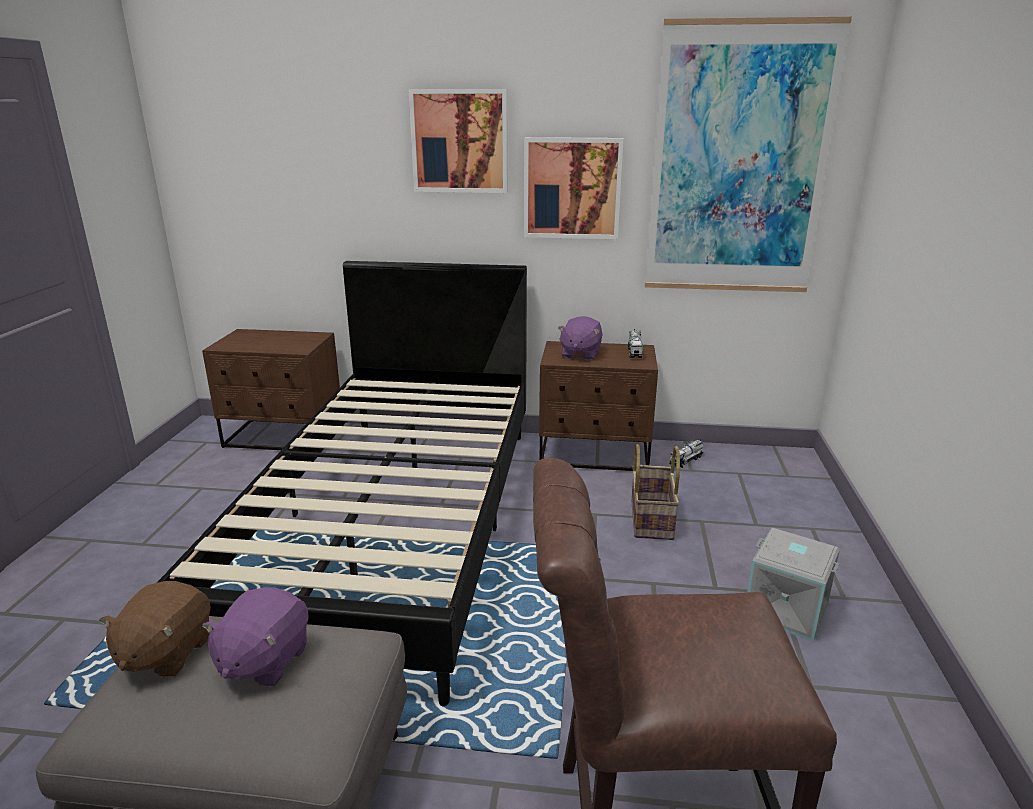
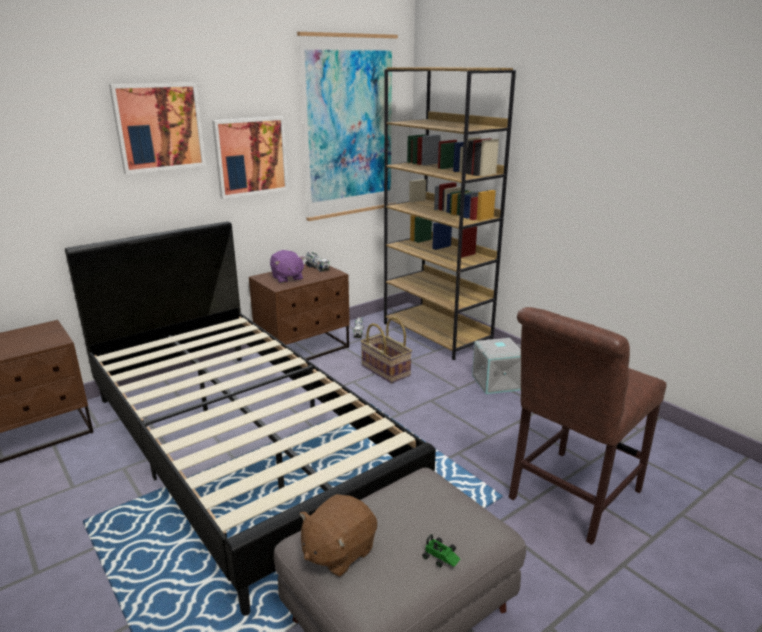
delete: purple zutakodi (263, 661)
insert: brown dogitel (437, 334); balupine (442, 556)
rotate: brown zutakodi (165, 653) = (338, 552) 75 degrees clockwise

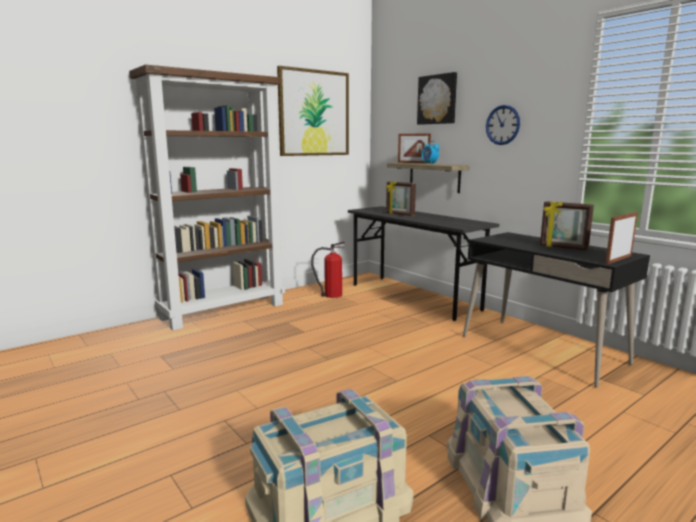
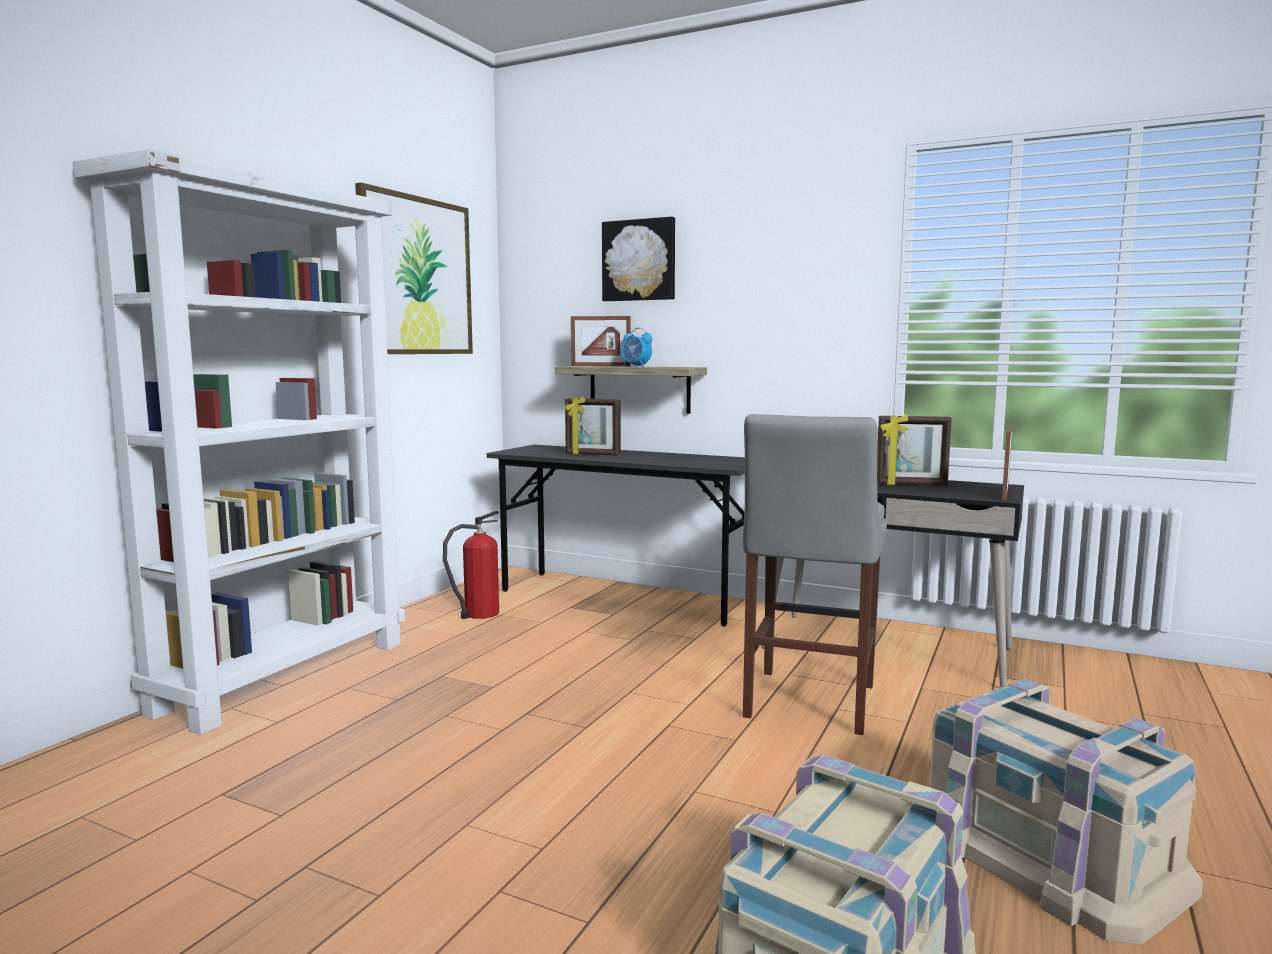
delete: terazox (502, 125)
insert: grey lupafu (807, 704)
recolor: brown dogitel (224, 311) to white dogitel (285, 675)

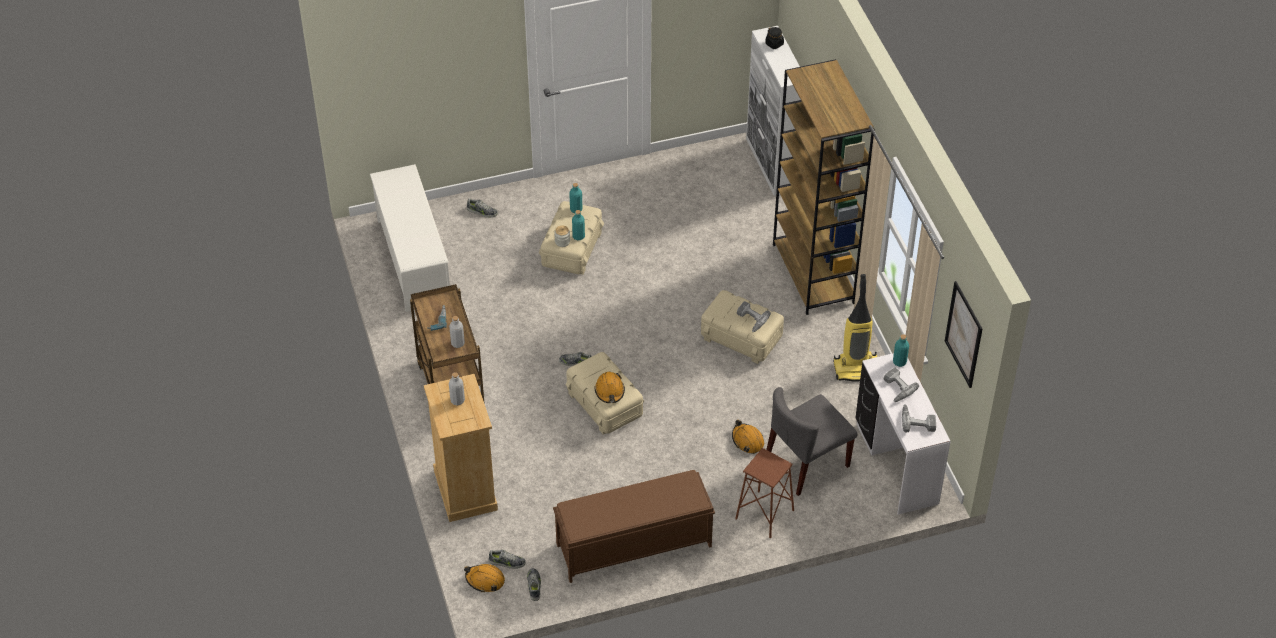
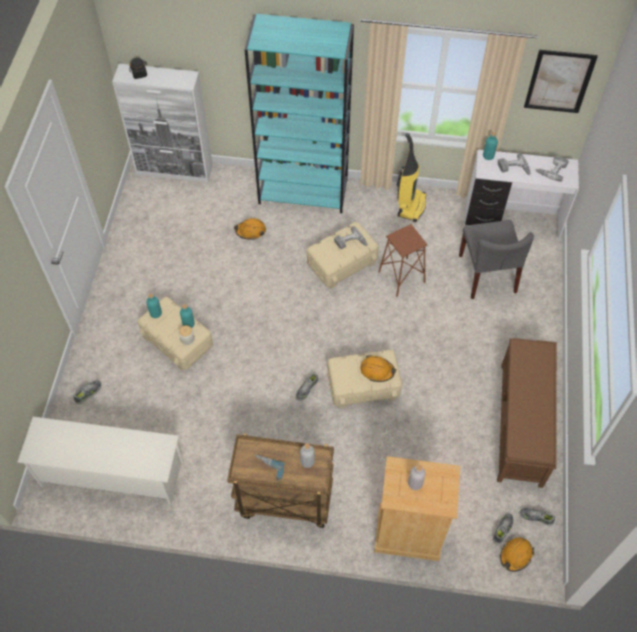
move: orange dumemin (747, 440) to (250, 231); brown lupafu (764, 514) to (402, 277)
recolor: brown dogitel (814, 274) to turquoise dogitel (304, 191)

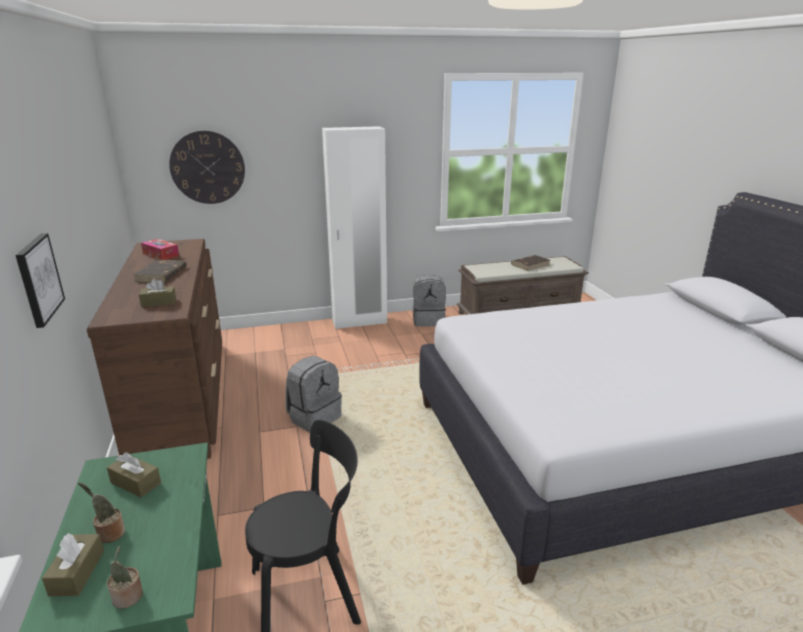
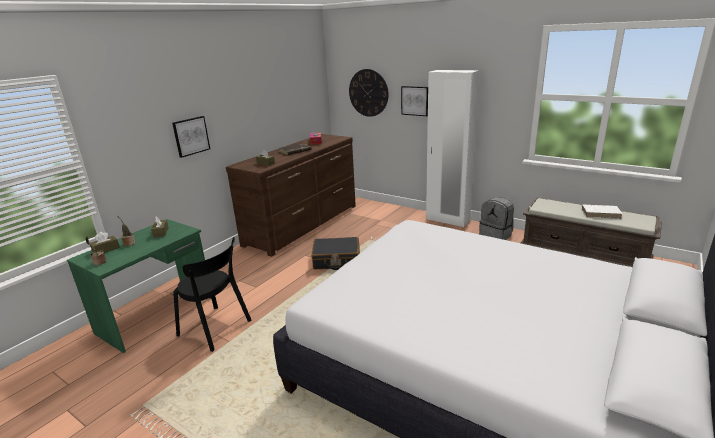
insert: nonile (415, 100)
replace: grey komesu (314, 417) to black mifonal (336, 260)
recolor: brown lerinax (530, 264) to white lerinax (601, 213)

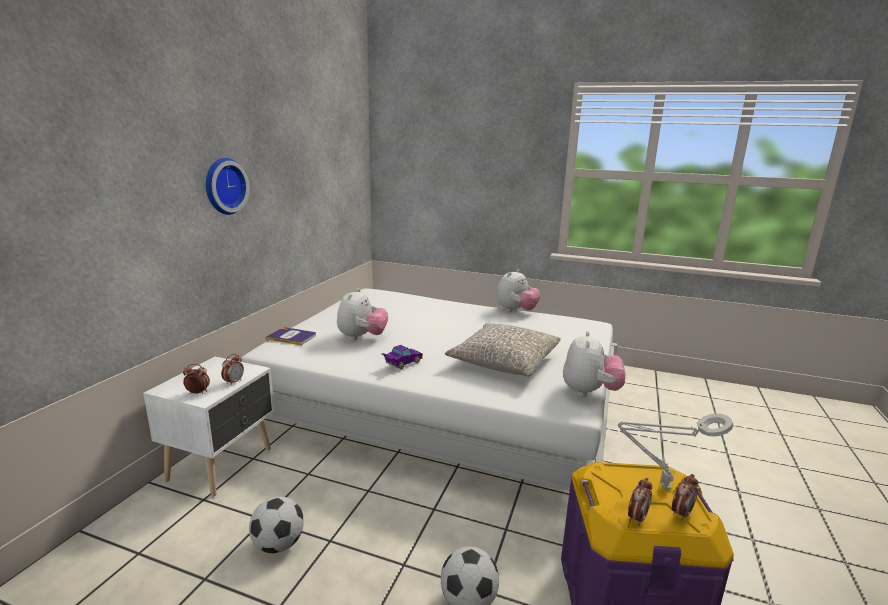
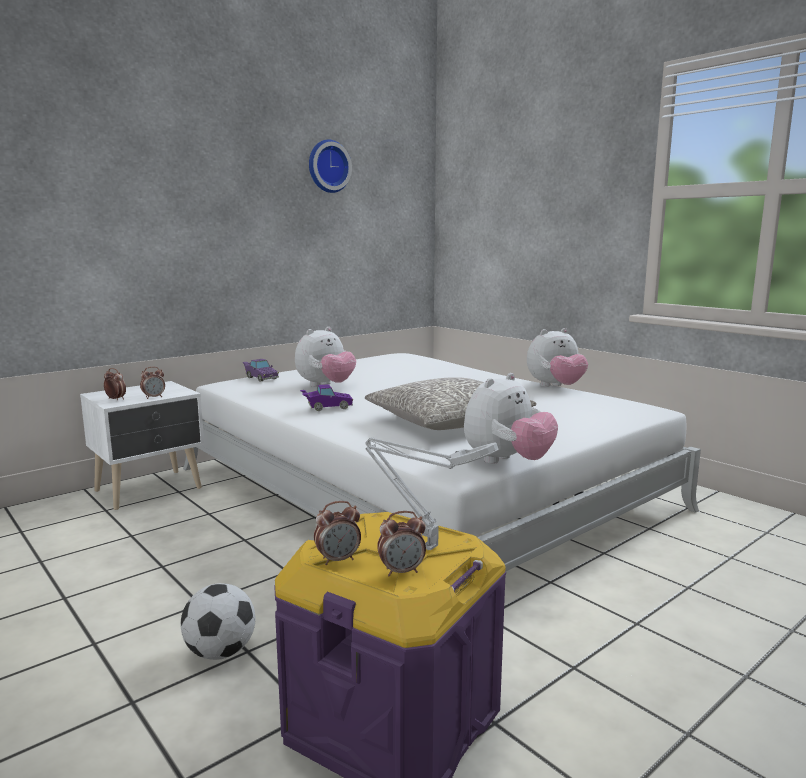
delete: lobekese (278, 545)
move: terazox (223, 186) to (327, 166)
replace: lerinax (291, 337) to purple balupine (260, 378)

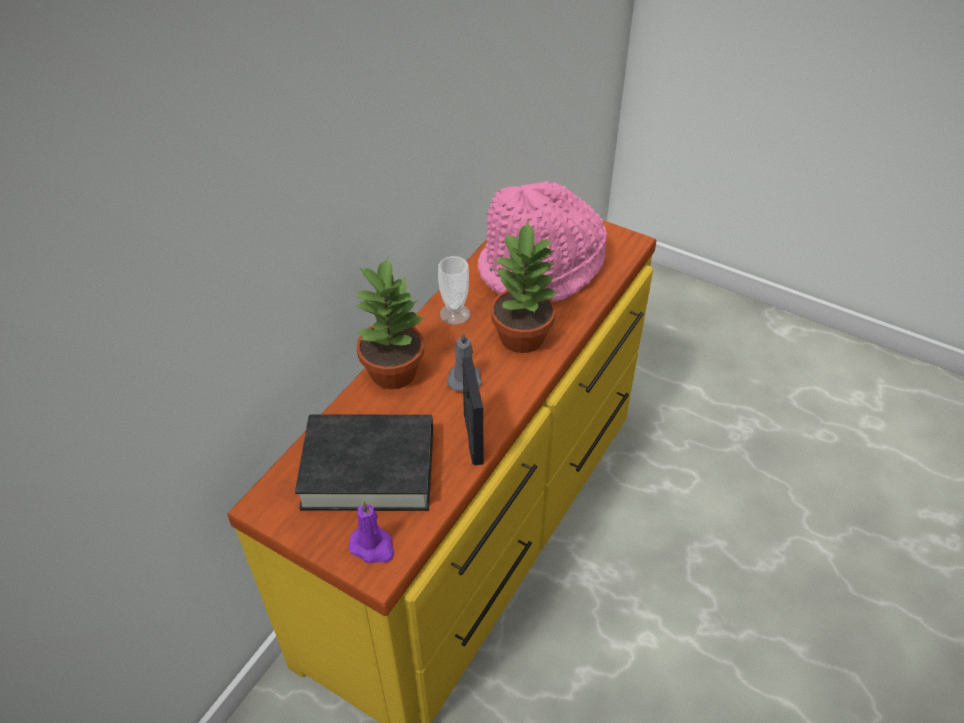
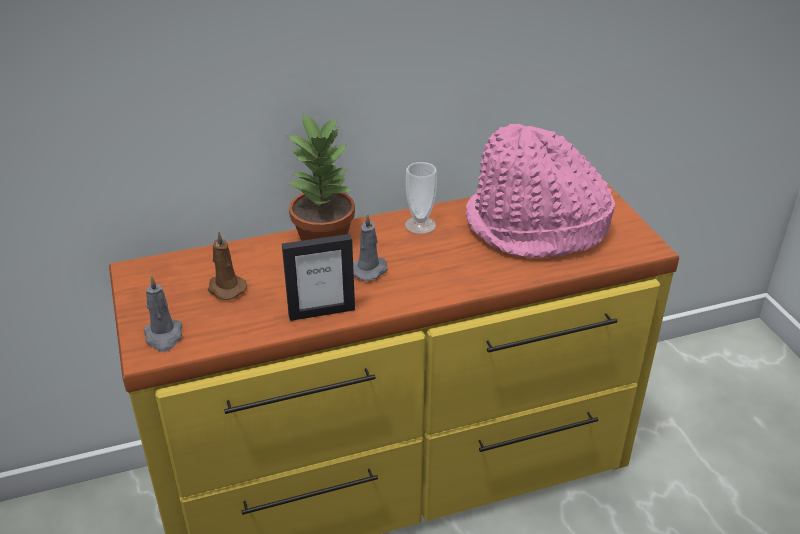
delete: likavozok (523, 336)
replace: black lerinax (369, 468) to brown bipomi (225, 288)
recolor: purple bipomi (373, 546) to grey bipomi (164, 336)
rotate: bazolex (472, 439) = (321, 312) 45 degrees clockwise

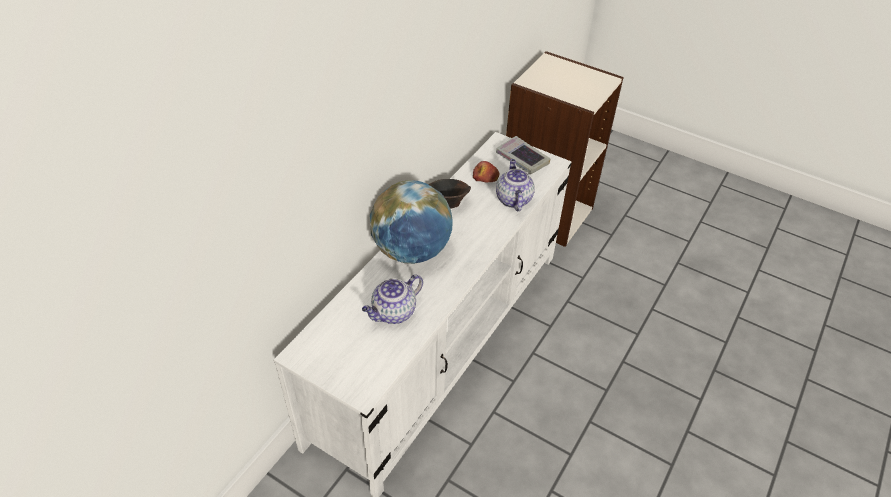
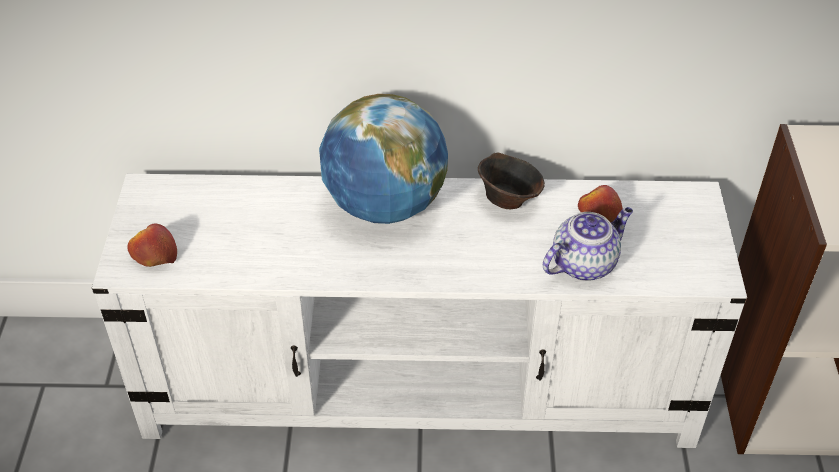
delete: lerinax (522, 159); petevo (393, 313)
insert: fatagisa (154, 254)

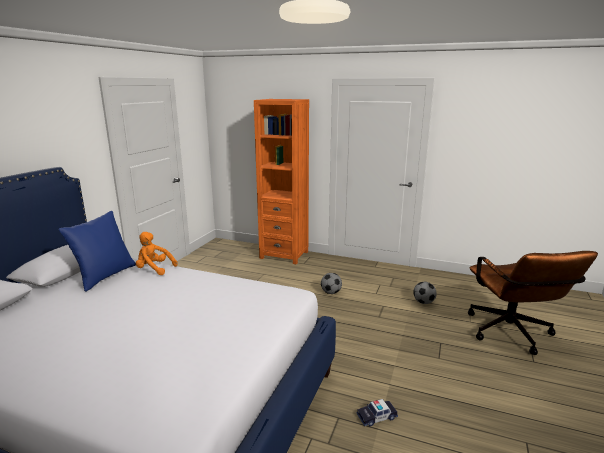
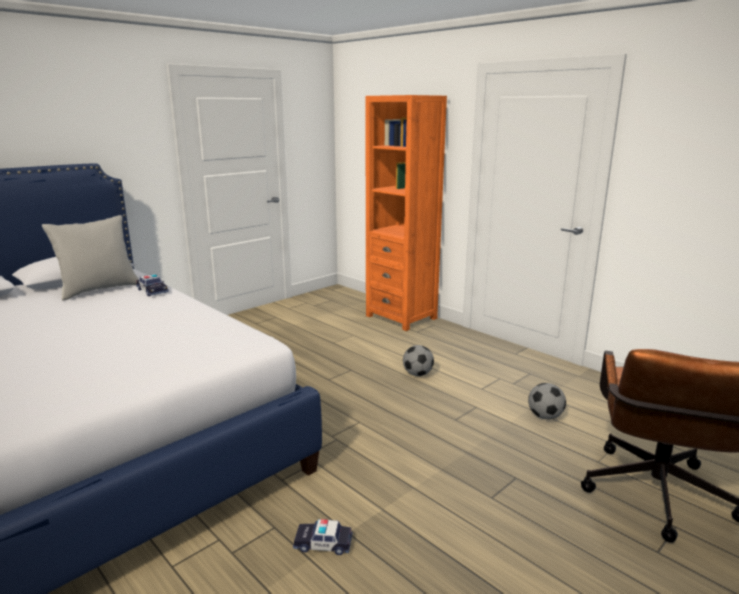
replace: orange zutakodi (154, 269) to balupine (152, 291)
recolor: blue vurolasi (105, 276) to grey vurolasi (99, 290)

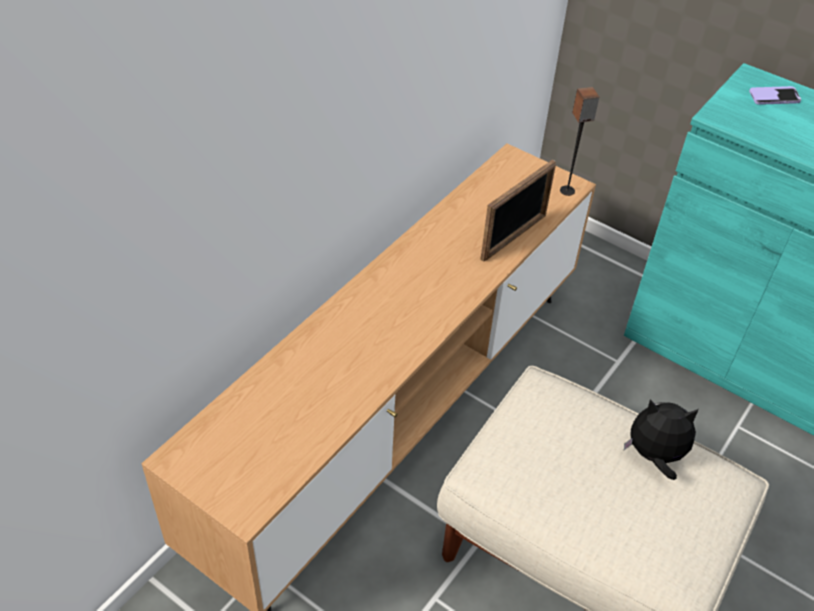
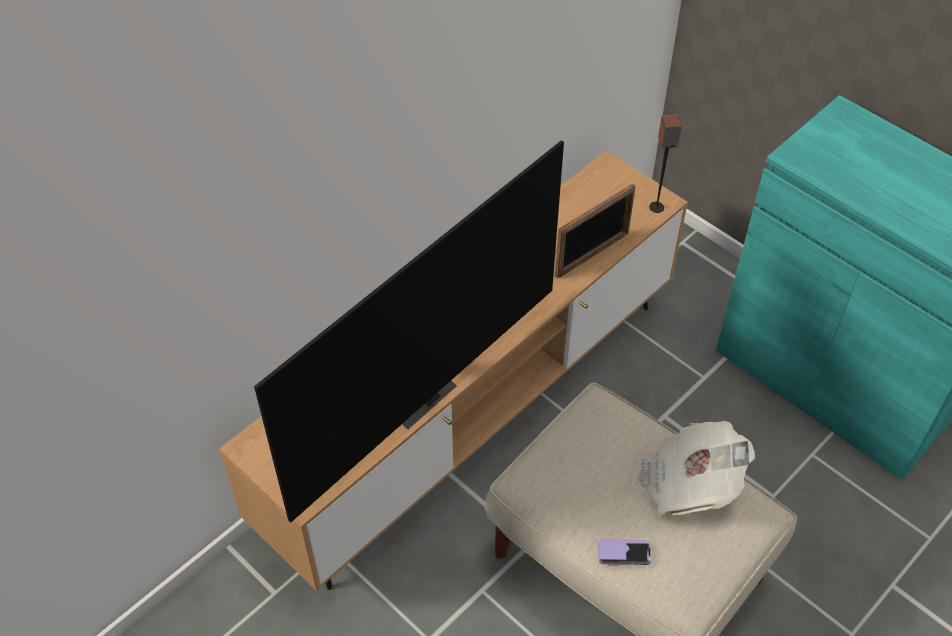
insert: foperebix (416, 393)
move: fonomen (774, 97) to (624, 553)
replace: zutakodi (654, 456) to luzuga (687, 482)

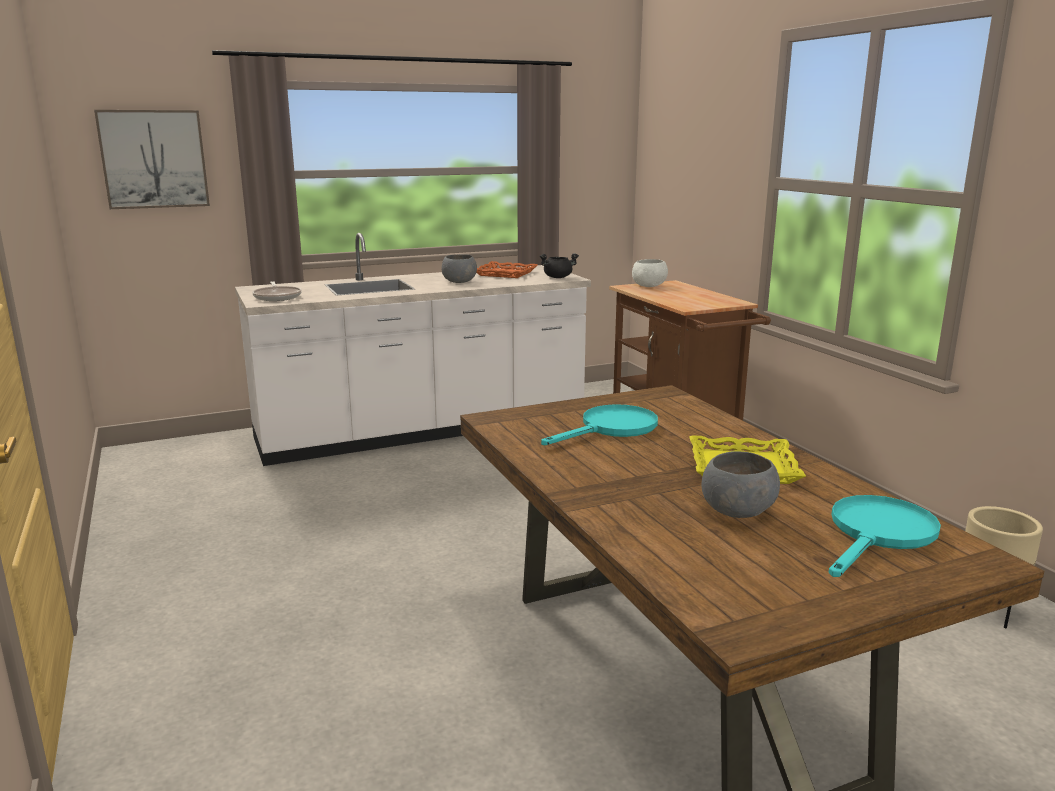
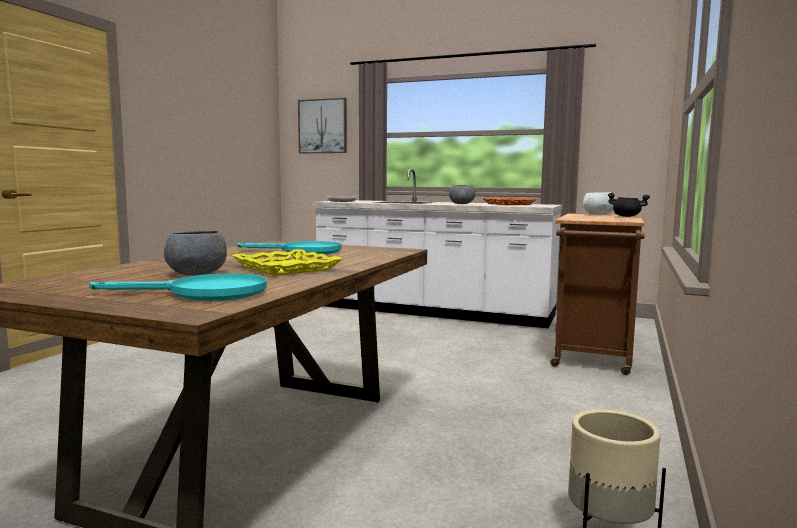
move: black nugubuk (558, 277) to (627, 216)

